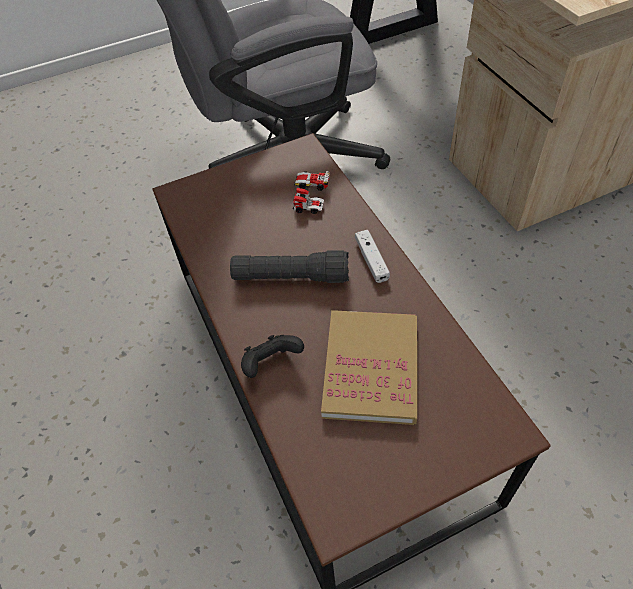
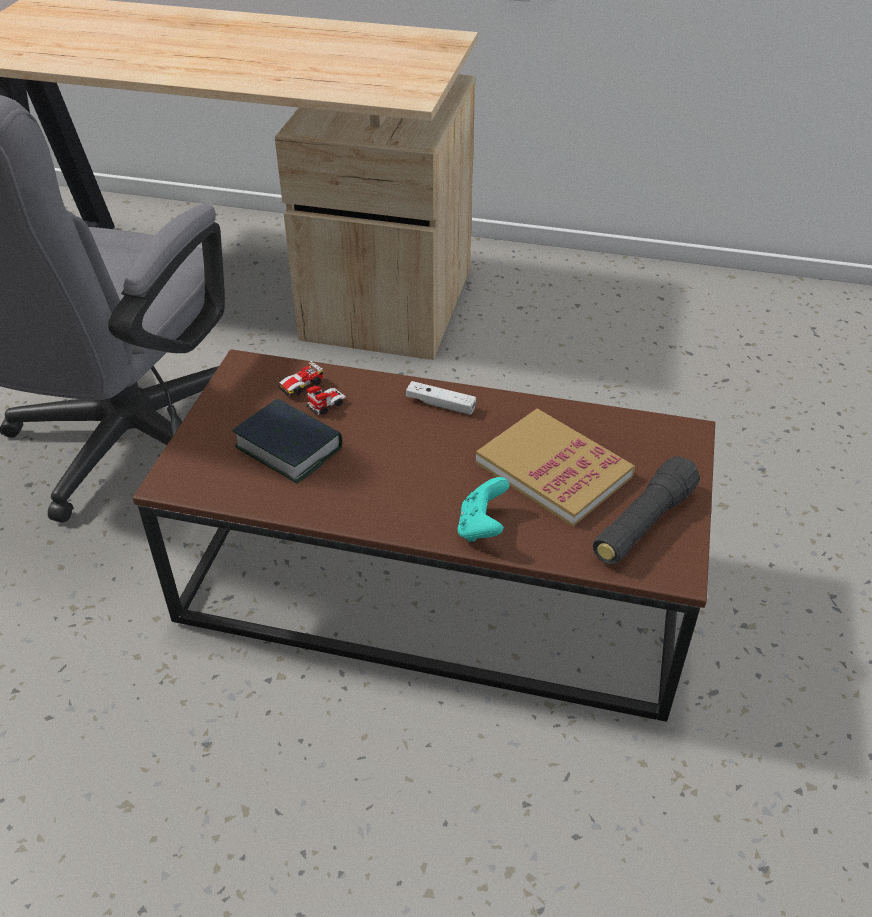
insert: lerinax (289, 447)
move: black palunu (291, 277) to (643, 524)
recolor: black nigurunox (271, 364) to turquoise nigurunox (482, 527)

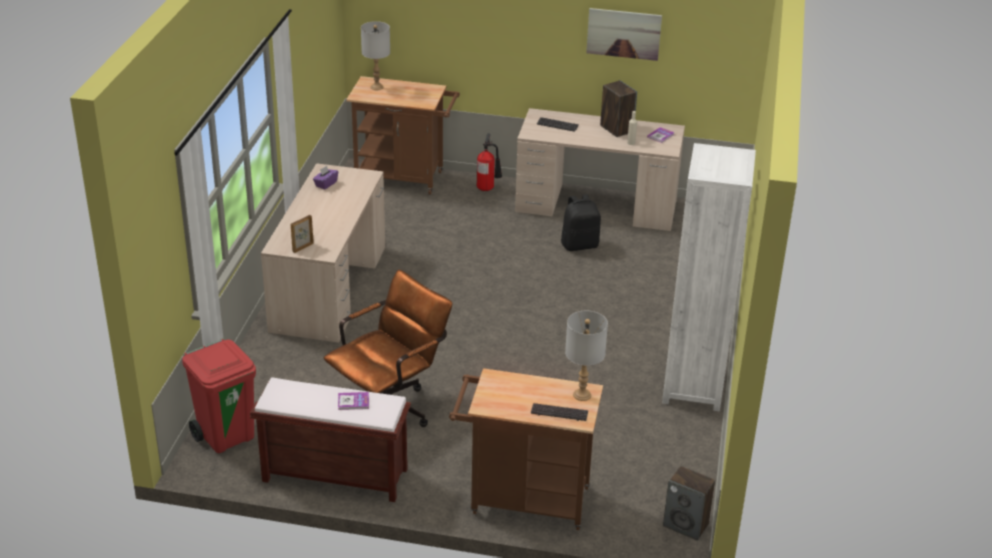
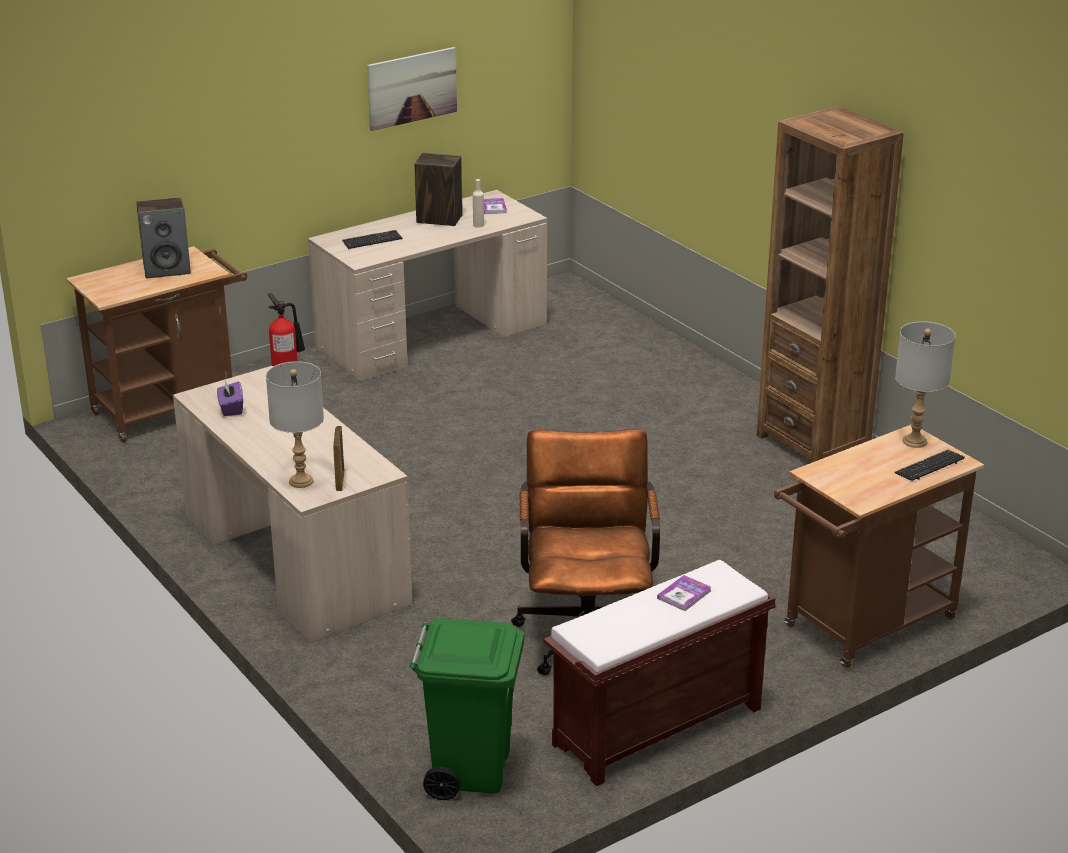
delete: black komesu (580, 245)
move: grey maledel (377, 87) to (301, 481); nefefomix (686, 525) to (167, 269)
recolor: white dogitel (693, 386) to brown dogitel (813, 443); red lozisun (227, 436) to green lozisun (470, 771)

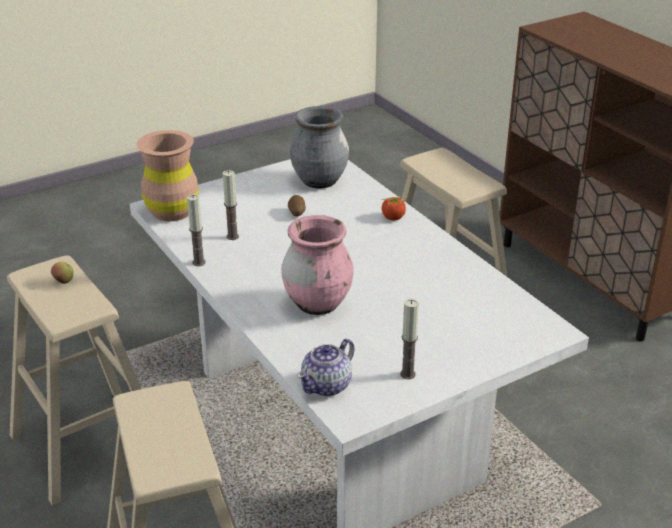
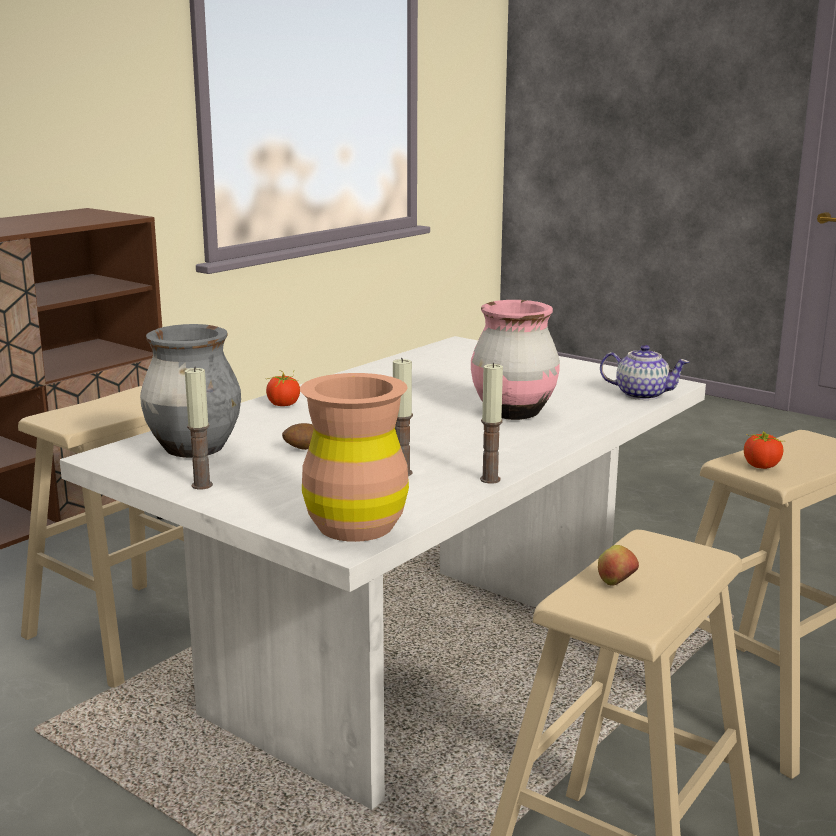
insert: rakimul (761, 466)
move: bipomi (408, 374) to (202, 485)

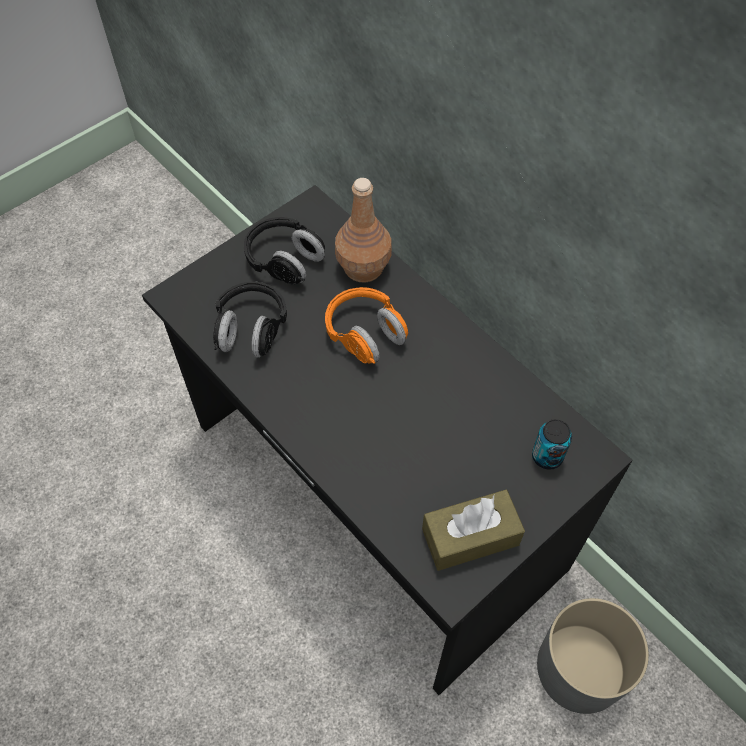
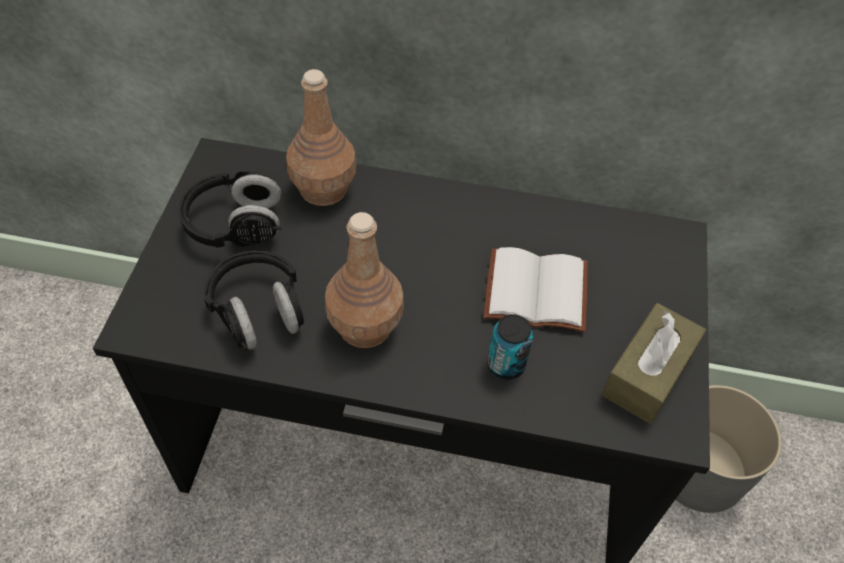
delete: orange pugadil (365, 335)
insert: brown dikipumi (364, 325); white lerinax (534, 294)
move: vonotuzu (547, 456) to (506, 364)

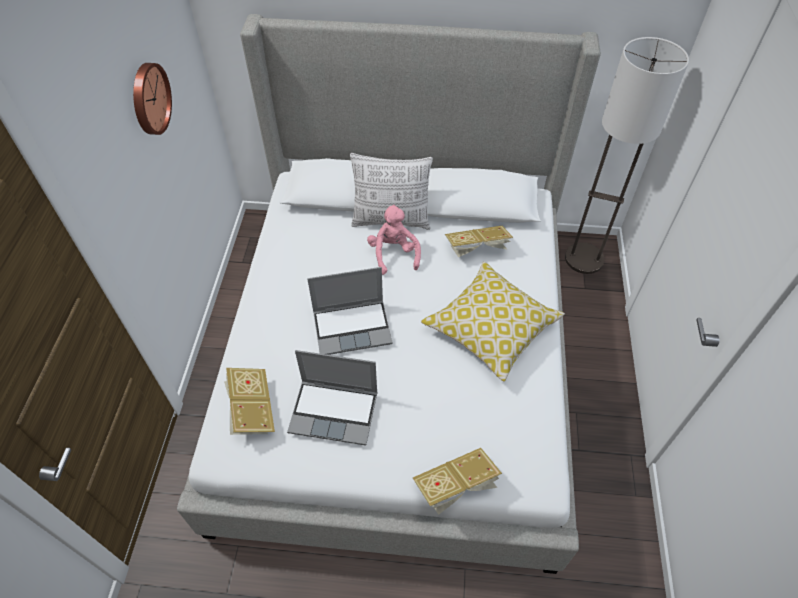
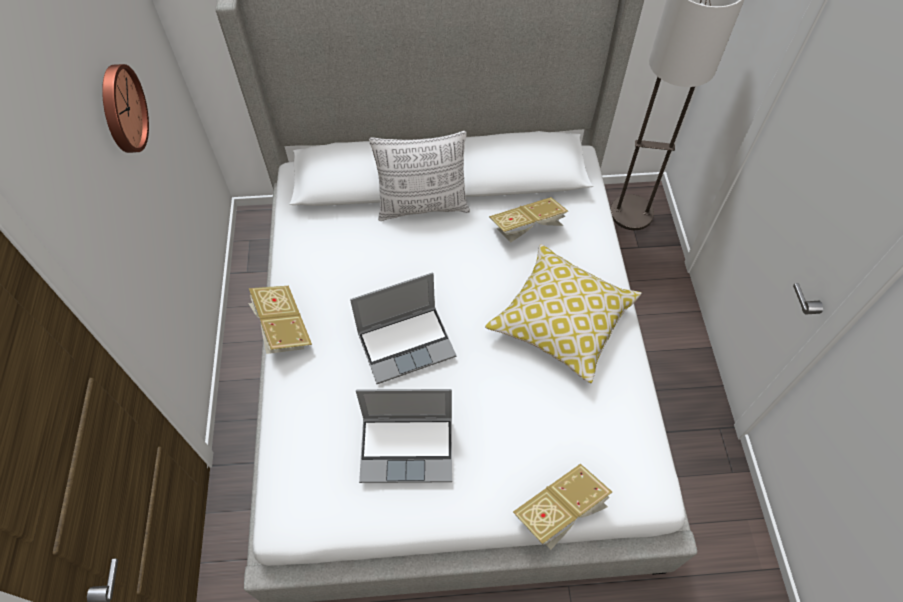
delete: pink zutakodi (393, 254)
move: lerinax (251, 410) to (282, 328)

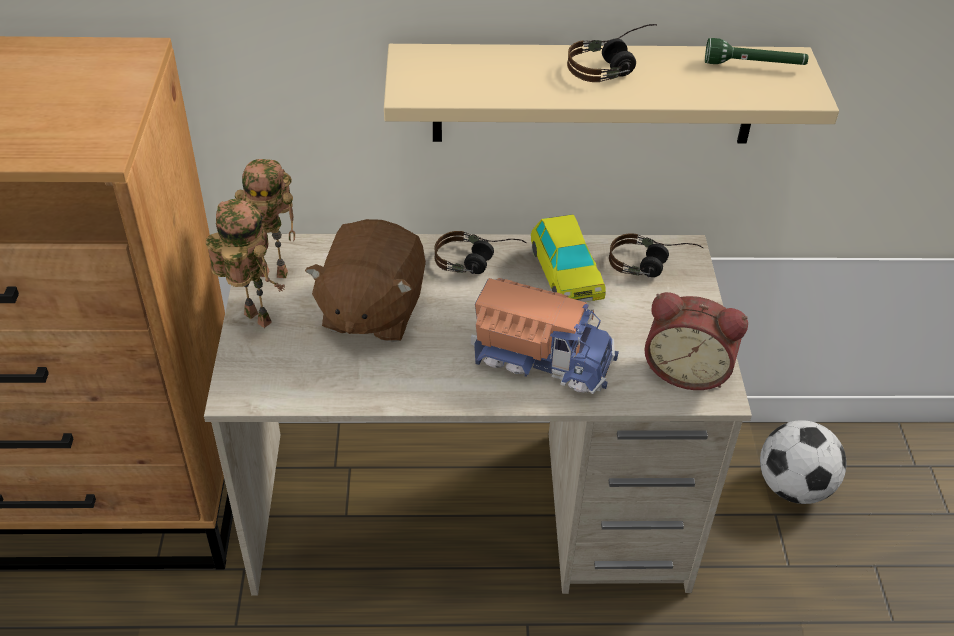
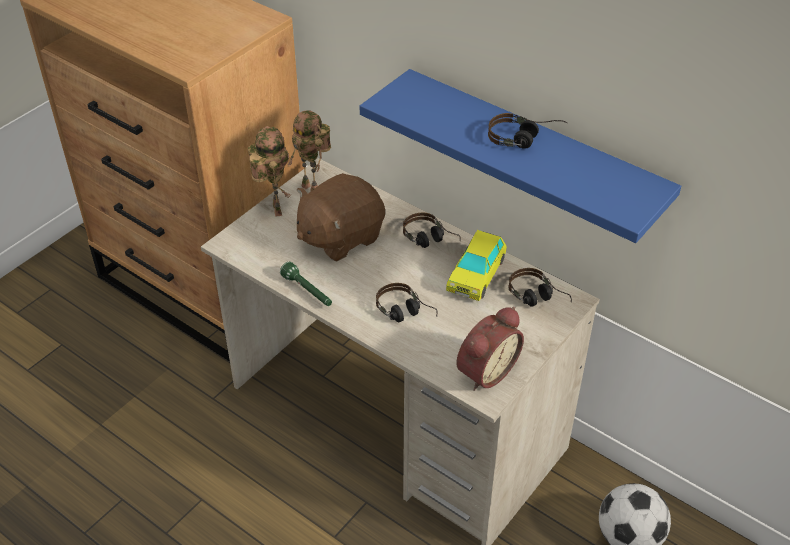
move: green palunu (754, 66) to (308, 291)
replace: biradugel (542, 356) to pugadil (406, 314)
recolor: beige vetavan (595, 94) to blue vetavan (532, 157)
rotate: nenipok (687, 370) = (484, 371) 105 degrees counterclockwise

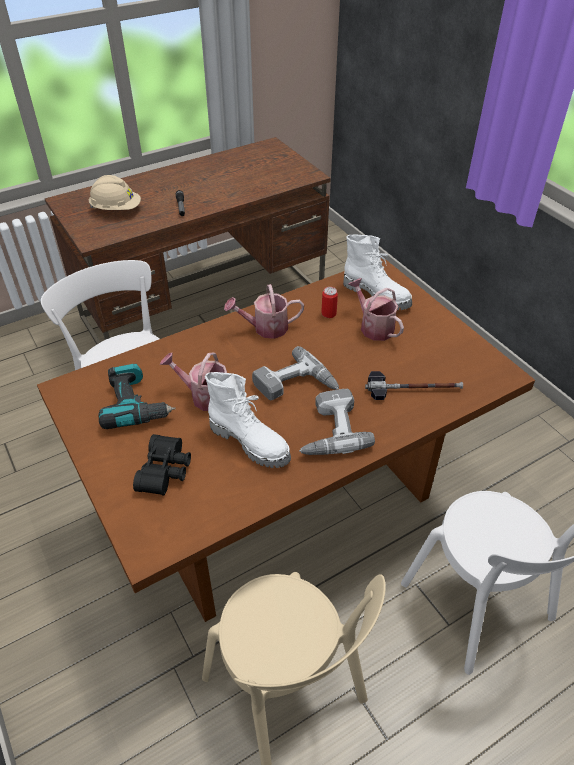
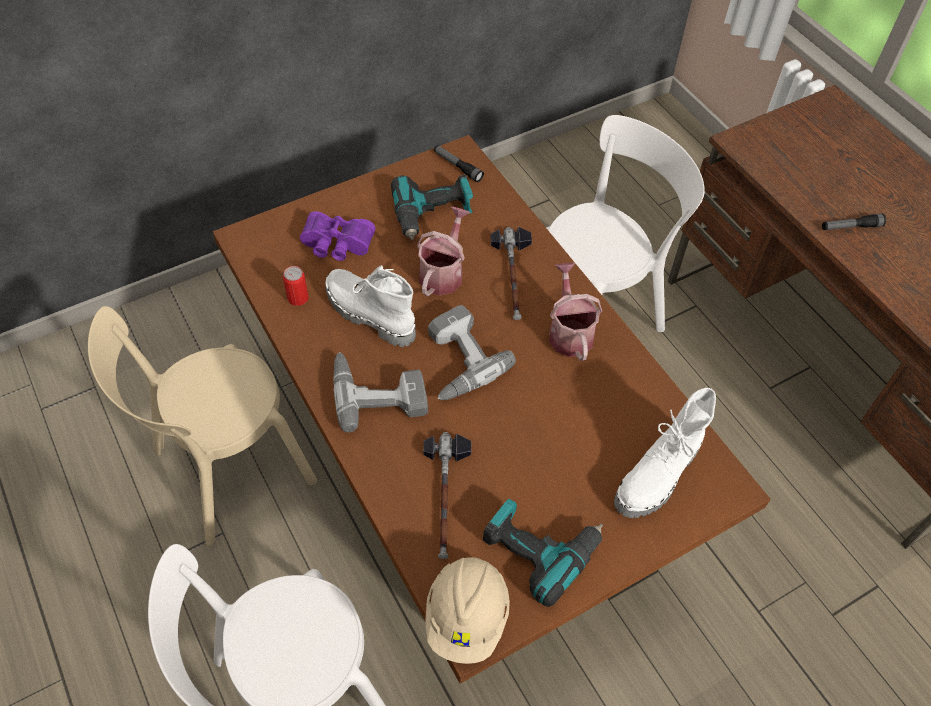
delete: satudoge (373, 326)
insert: palunu (457, 167); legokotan (514, 276); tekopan (540, 548)
move: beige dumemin (116, 209) to (467, 616); vonotuzu (328, 313) to (298, 298)
recolor: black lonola (166, 471) to purple lonola (336, 246)
rotate: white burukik (250, 442) = (368, 315) 90 degrees clockwise

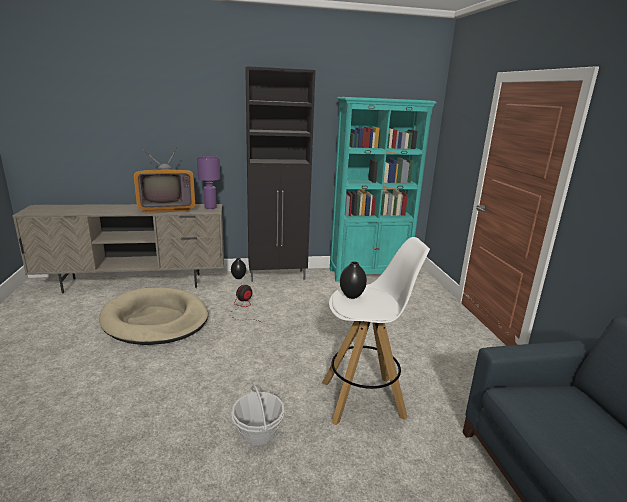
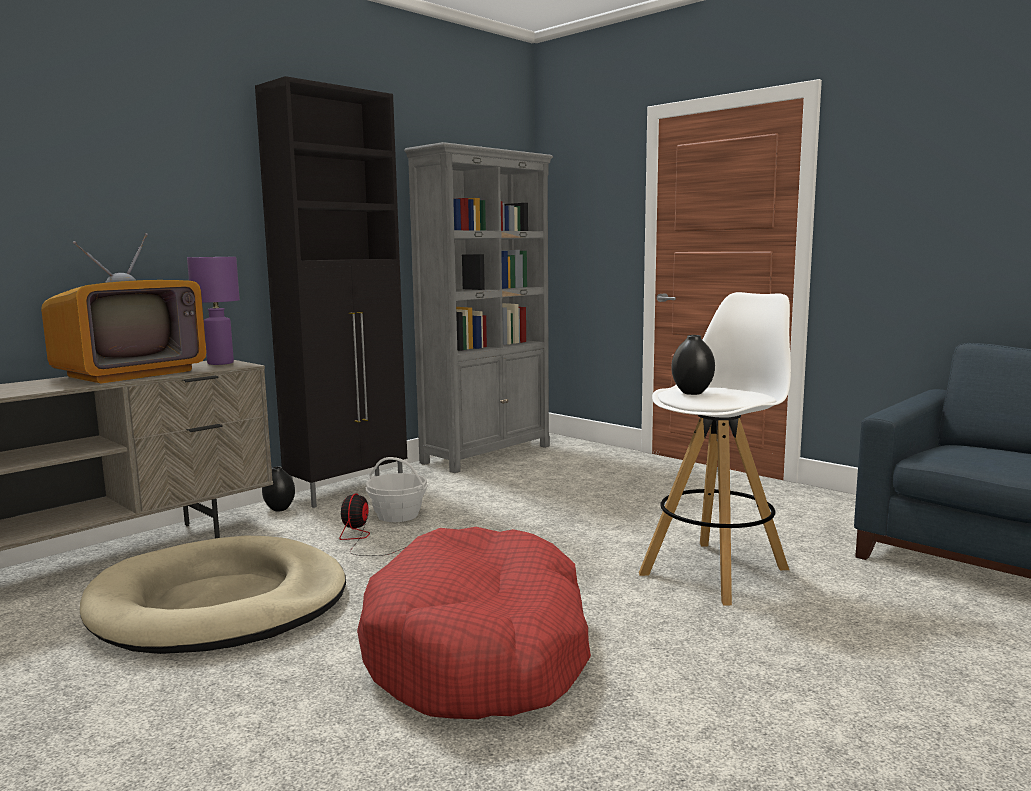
insert: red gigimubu (480, 651)
move: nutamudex (258, 432) to (398, 515)
recolor: turquoise dogitel (369, 274) to grey dogitel (487, 454)

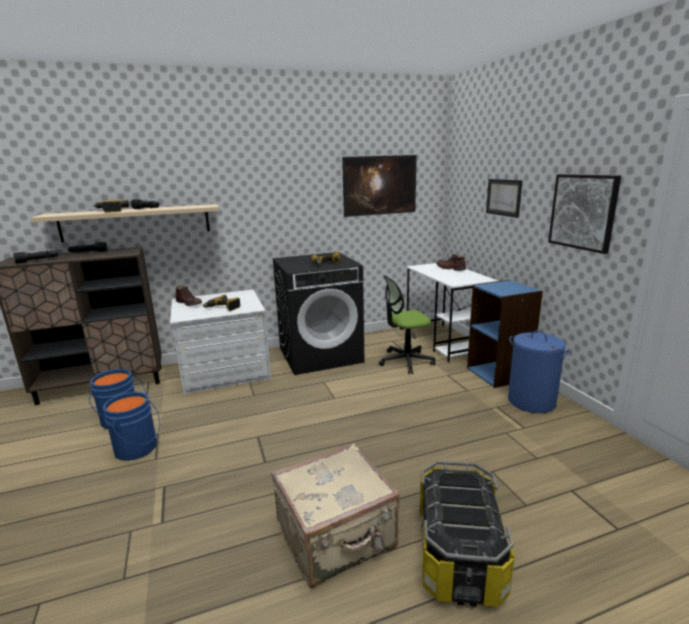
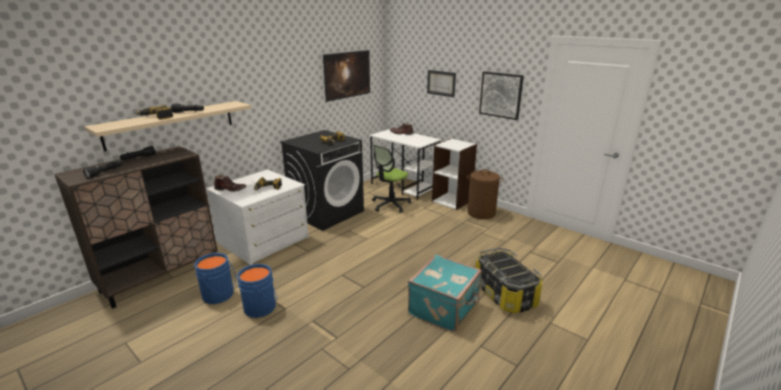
recolor: blue dogitel (499, 373) to white dogitel (452, 200); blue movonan (531, 401) to brown movonan (481, 213); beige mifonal (337, 538) to turquoise mifonal (445, 308)

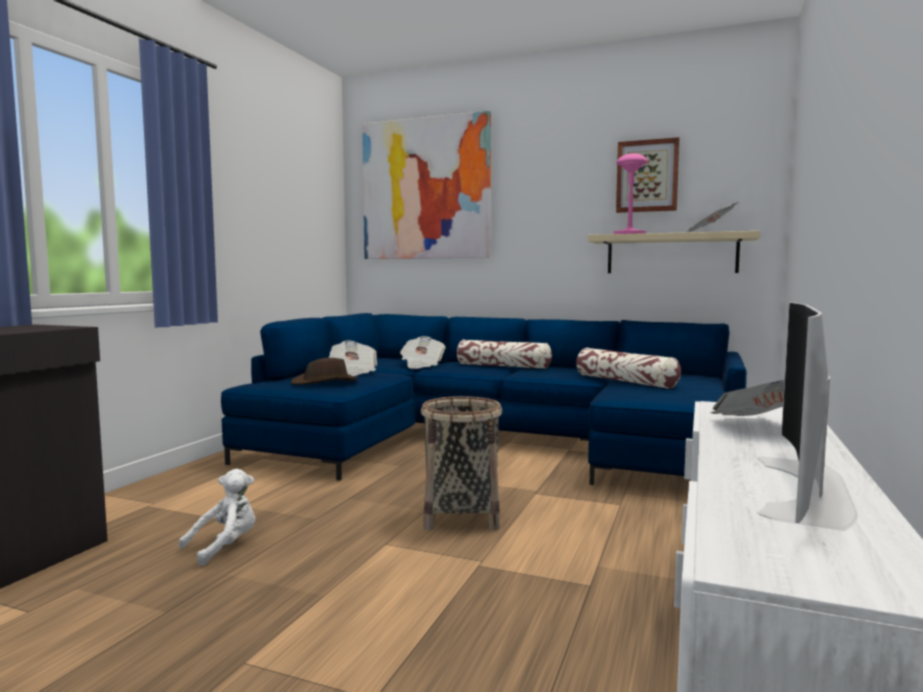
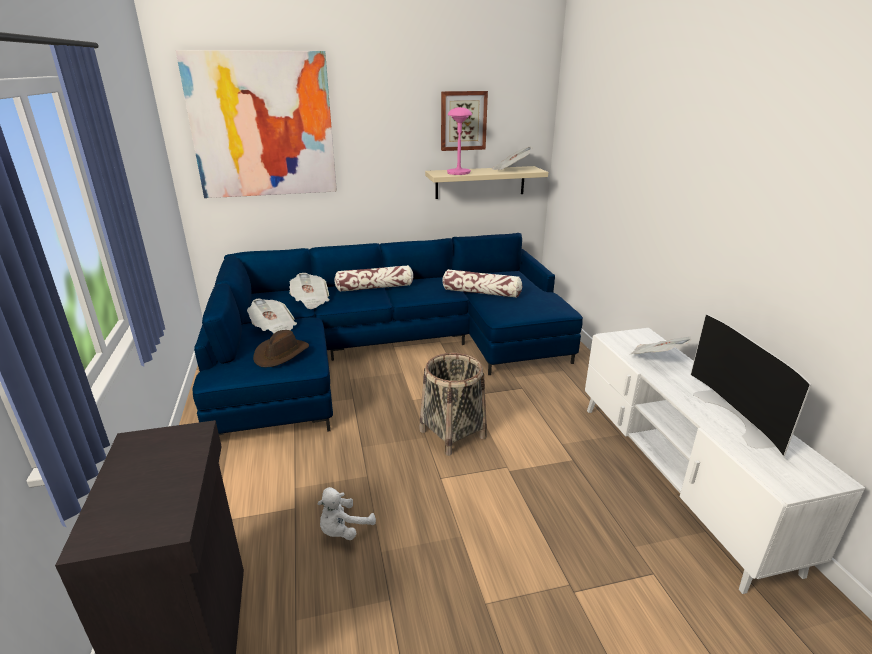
rotate: white zutakodi (225, 546) = (343, 530) 150 degrees counterclockwise

